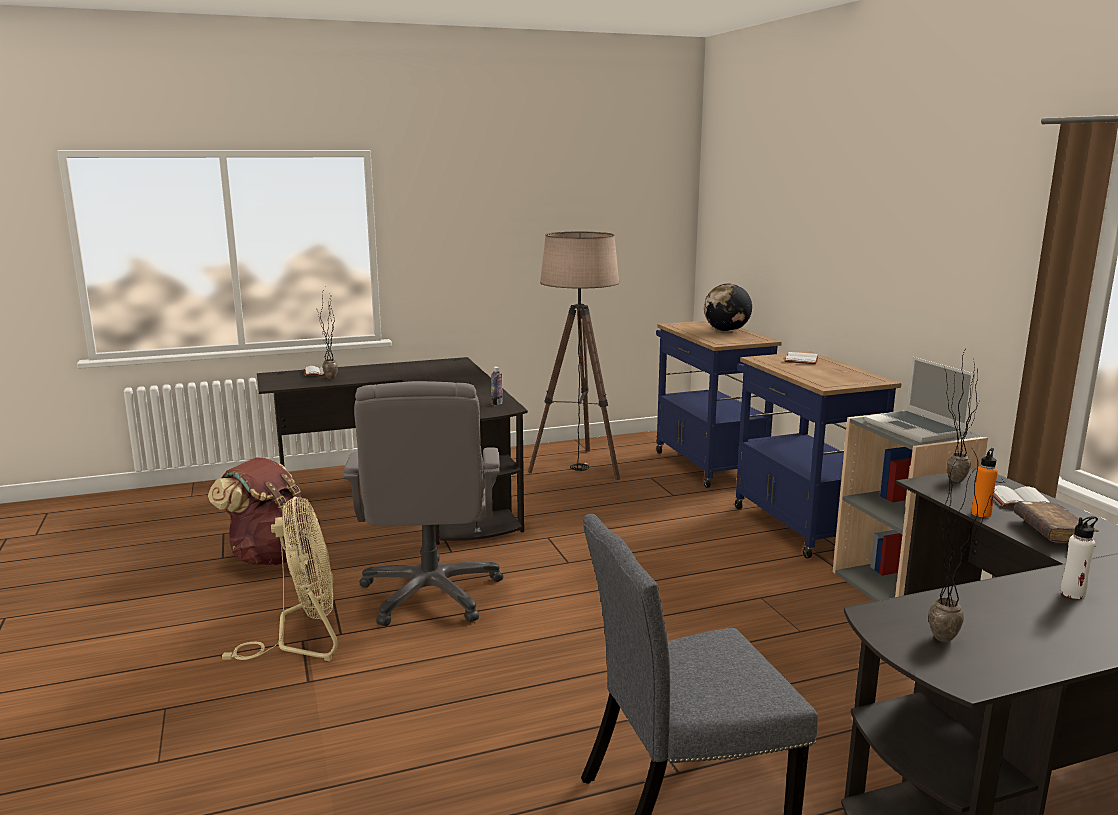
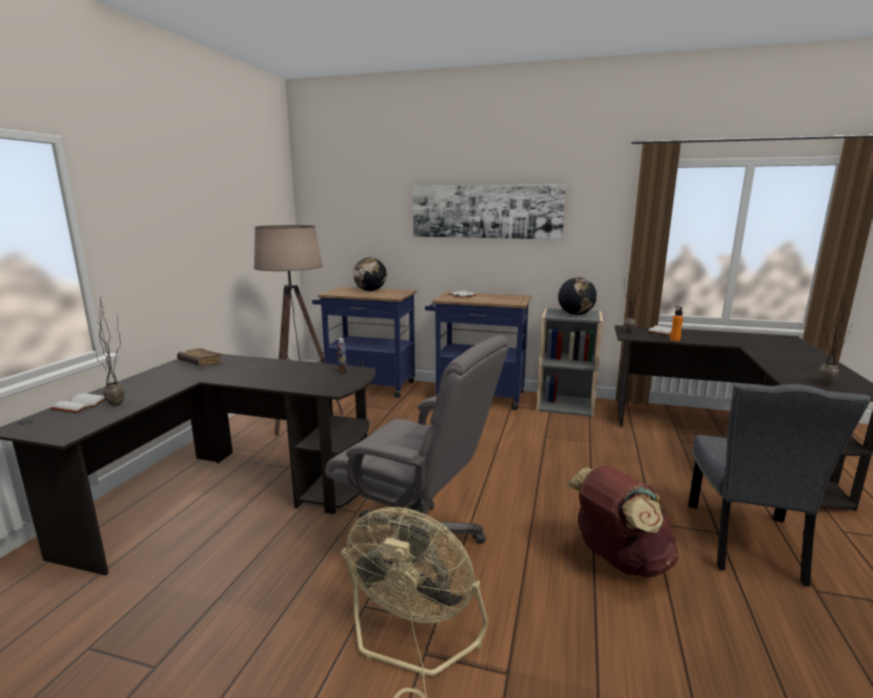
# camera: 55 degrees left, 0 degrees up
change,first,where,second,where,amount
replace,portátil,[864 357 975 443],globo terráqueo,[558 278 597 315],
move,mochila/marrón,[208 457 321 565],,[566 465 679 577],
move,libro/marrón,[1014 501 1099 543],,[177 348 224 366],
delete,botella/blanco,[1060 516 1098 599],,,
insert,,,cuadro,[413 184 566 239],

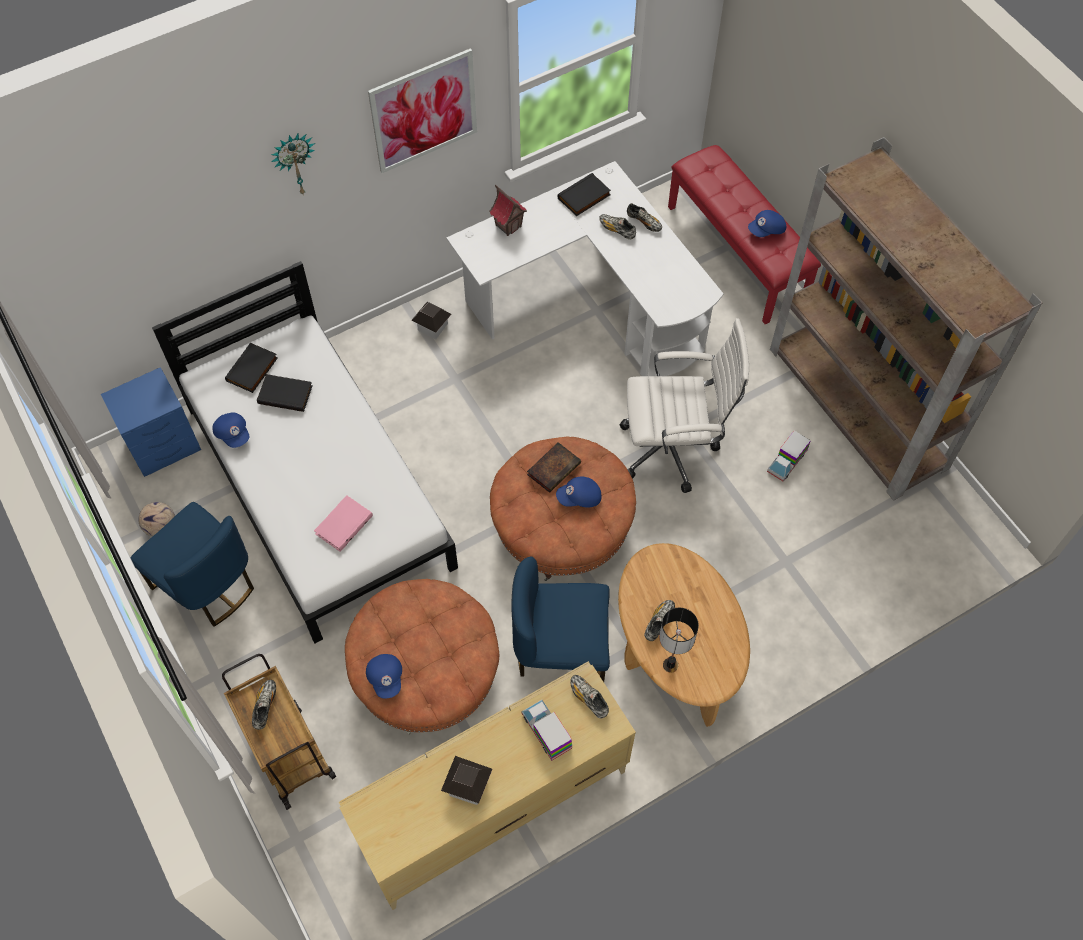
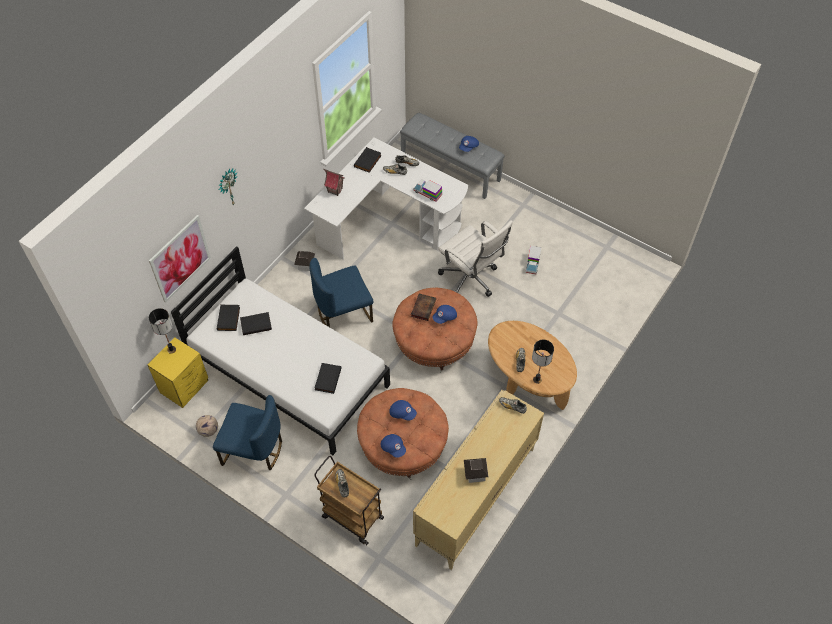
# camera: 25 degrees left, 5 degrees down
change,first,where,second,where,amount
move,cuadro,[368 48 477 173],,[149 215 211 303],
delete,estantería/marrón,[770 137 1042 501],,,
recolor,banco/rojo,[668 145 821 324],banco/gris,[400 113 505 199],
rotate,silla de oficina/blanco,[620 318 749 493],,[438 220 513 297],75 degrees clockwise
recolor,mesita de noche/azul,[101 367 201 477],mesita de noche/amarillo,[148 337 208 408],
move,gorra/azul,[212 412 250 448],,[389 400 417 421],
recolor,libro/rosa,[314 495 373 552],libro/negro,[314 363 342 394],
move,silla/azul,[511 557 610 682],,[309 258 373 327],
move,camión de juguete,[522 700 572 761],,[413 179 442 202],
insert,,,lámpara de mesa,[149 308 176 354],

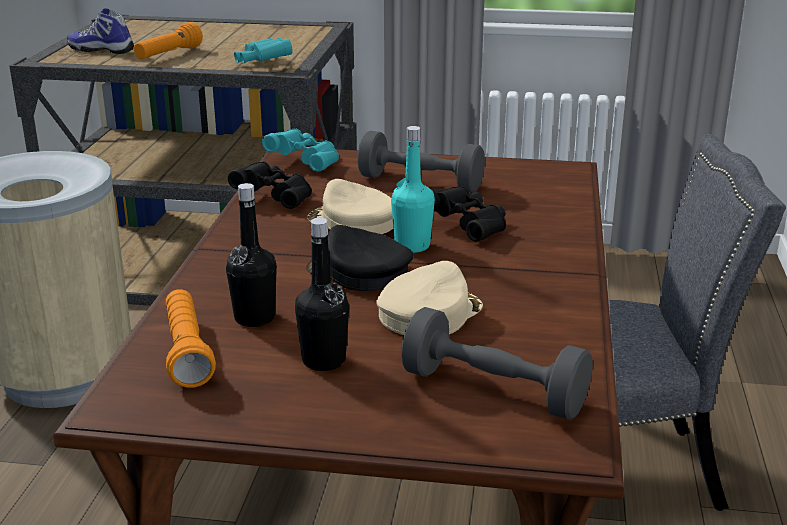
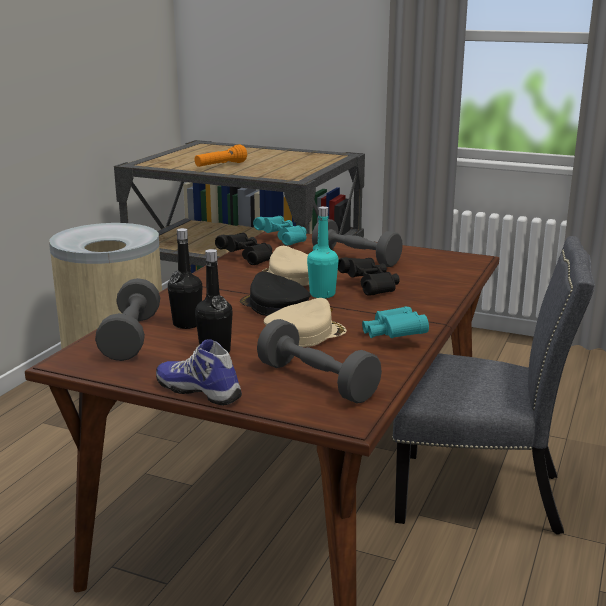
# camera: 15 degrees right, 5 degrees down
change,first,where,second,where,amount
move,zapato,[67 8 134 54],,[156 339 242 405],
move,prismáticos/turquesa,[234 38 293 64],,[362 306 429 338],
replace,linterna/naranja,[166 289 216 388],mancuerna/gris,[95 278 160 361],

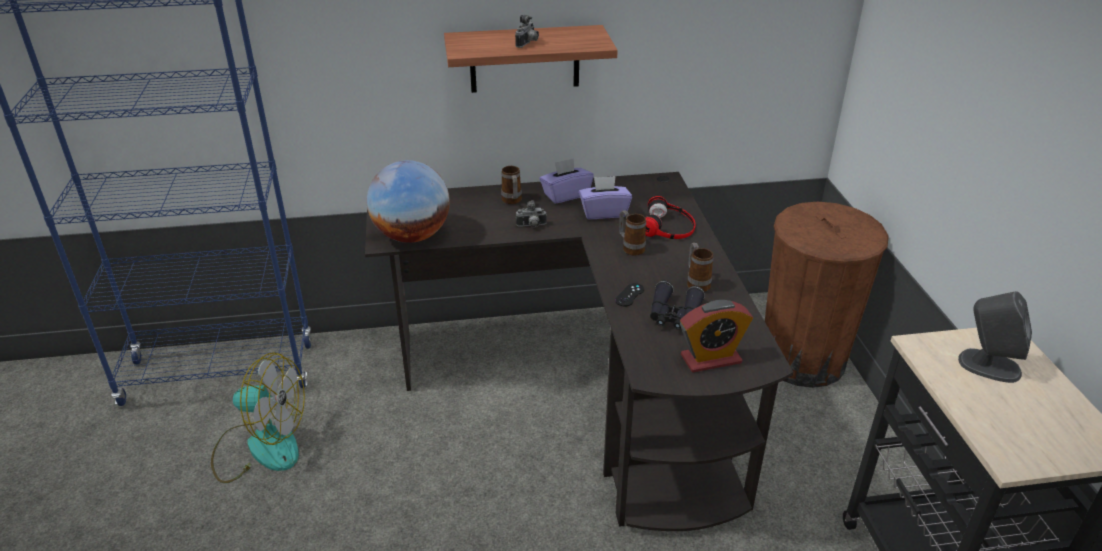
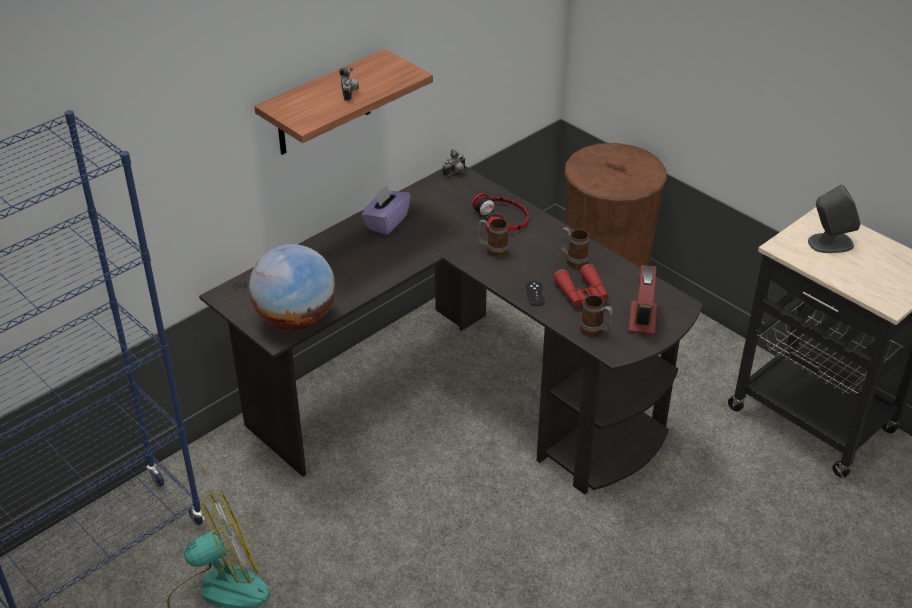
# camera: 35 degrees left, 5 degrees up
change,first,where,second,where,amount
move,taza grande,[501 166 522 204],,[580 295 613 337],
delete,caja de pañuelos/morado,[579 176 632 219],,,
move,cámara,[516 200 547 227],,[443 149 466 177],
recolor,prismáticos/negro,[650 280 705 329],prismáticos/rojo,[553 264 609 307],
rotate,despertador,[680 300 753 372],,[628 265 657 335],150 degrees clockwise

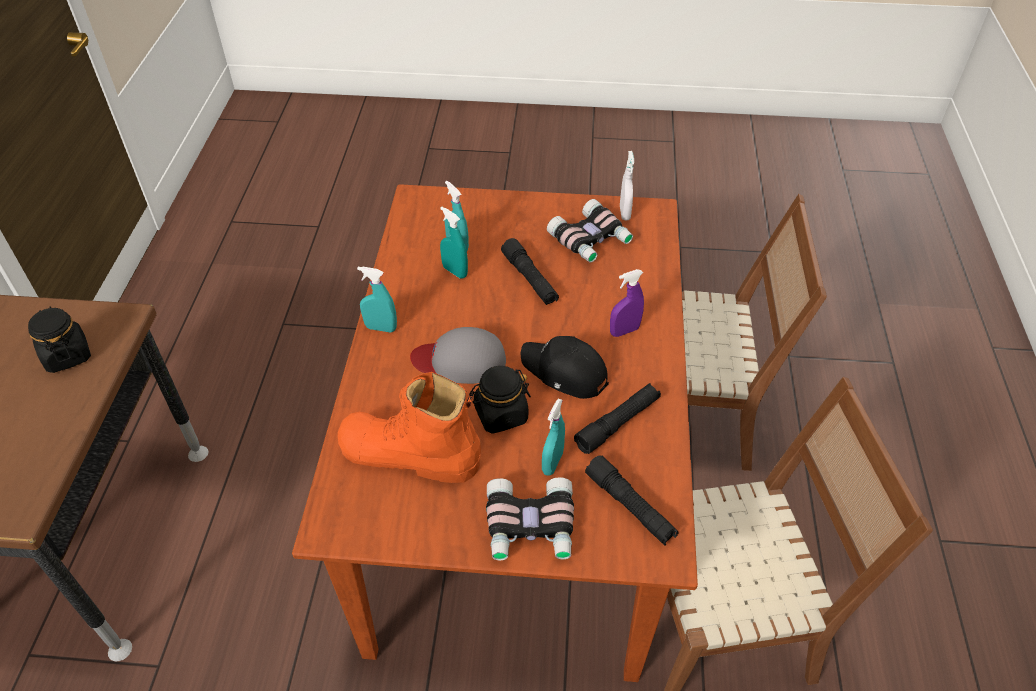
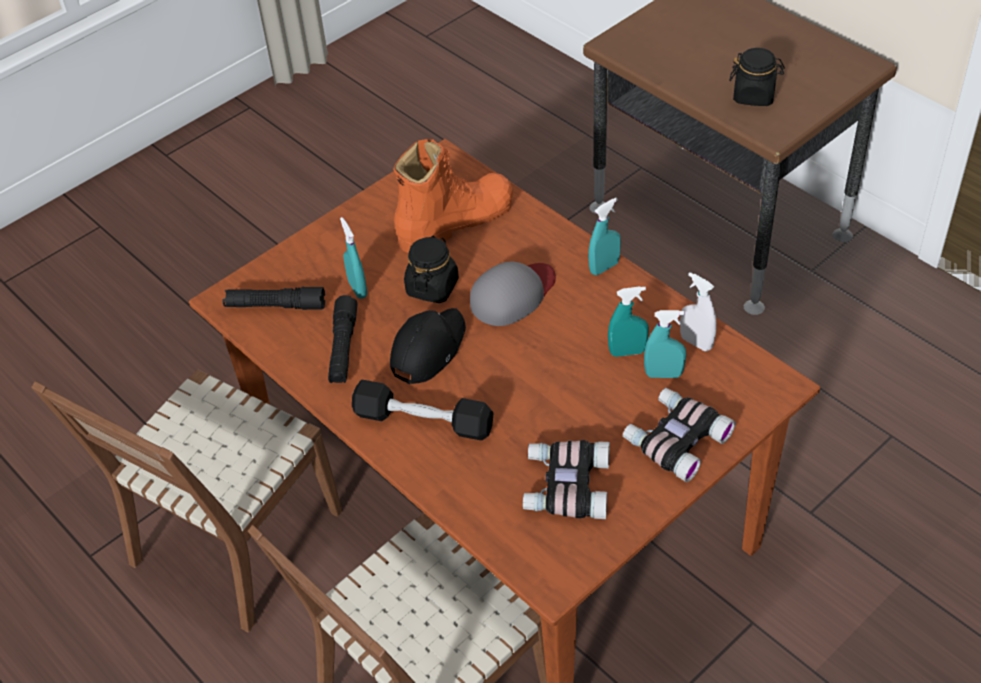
# camera: 135 degrees right, 0 degrees up
change,first,where,second,where,amount
move,pulverizador/blanco,[620 151 634 220],,[680 272 717 351],
delete,linterna/negro,[501 238 559 305],,,
replace,pulverizador/morado,[610 269 644 337],mancuerna/negro,[352 380 494 440],
rotate,gorra/negro,[521 336 609 399],,[390 308 466 384],45 degrees counterclockwise
move,prismáticos,[486 477 574 561],,[623 388 736 482],

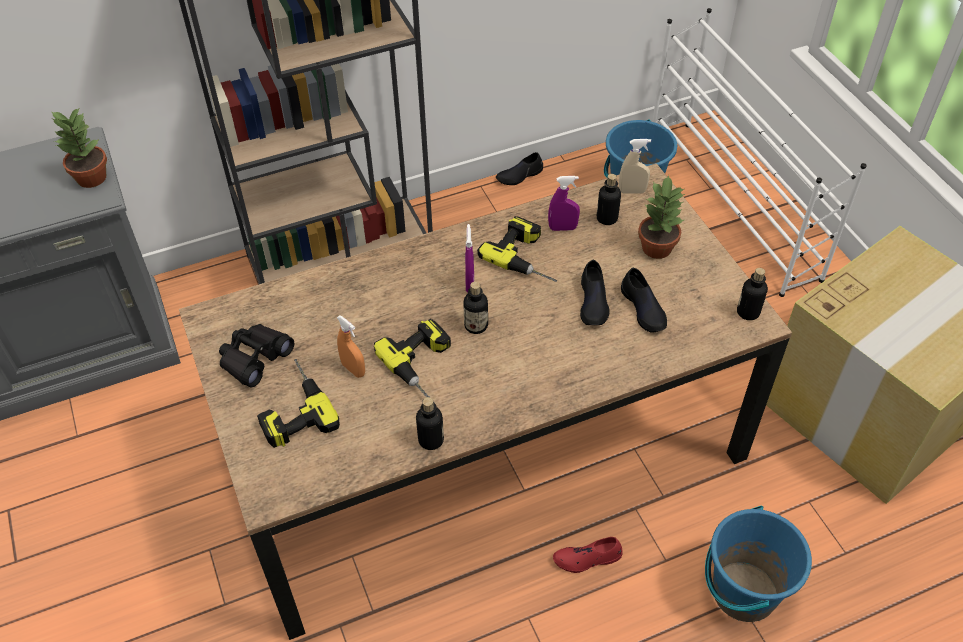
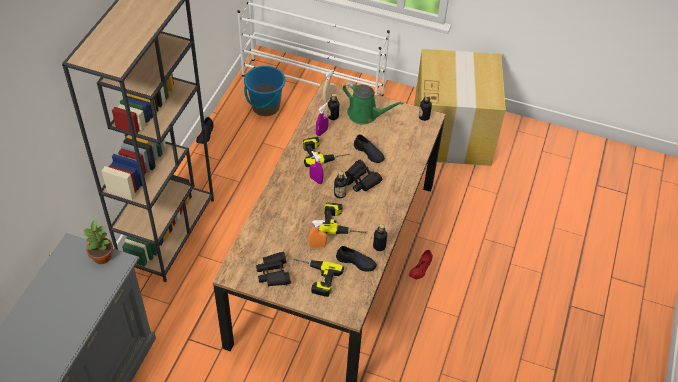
# camera: 50 degrees left, 0 degrees up
change,first,where,second,where,amount
replace,planta en maceta,[638 175 685 259],regadera/verde,[343 82 404 125],
move,zapato/negro,[621 268 667 333],,[336 246 377 271],
delete,cubo/azul,[705 506 812 622],,,
insert,,,prismáticos/negro,[345 160 382 192],

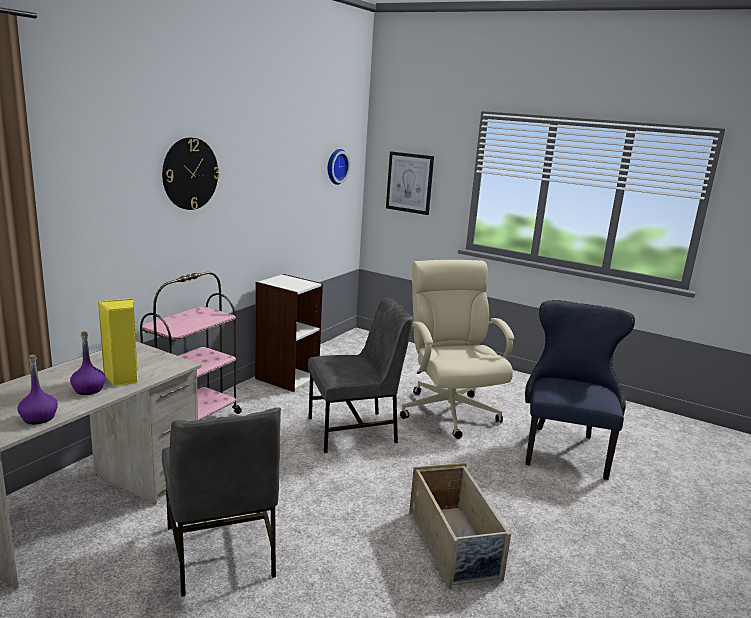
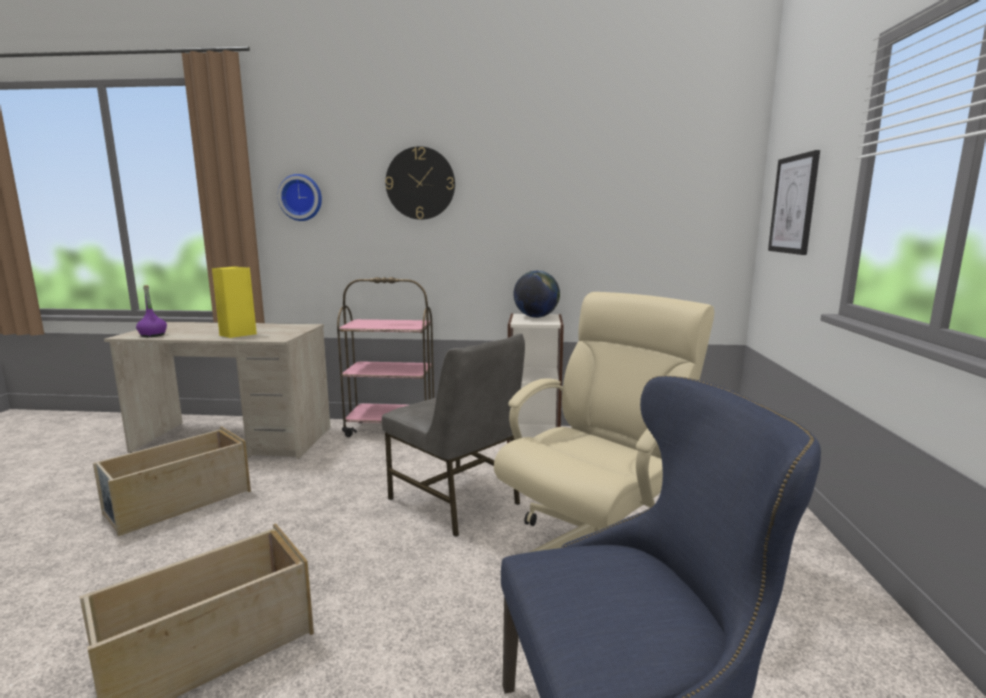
# camera: 65 degrees right, 5 degrees down
change,first,where,second,where,amount
move,reloj de pared,[328 149 350 185],,[278 174 322 221],
delete,botella/morado,[70 331 106 395],,,
replace,silla/gris,[162 407 281 597],caja de almacenaje/beis,[93 426 251 536],
insert,,,globo terráqueo,[513 271 560 318],

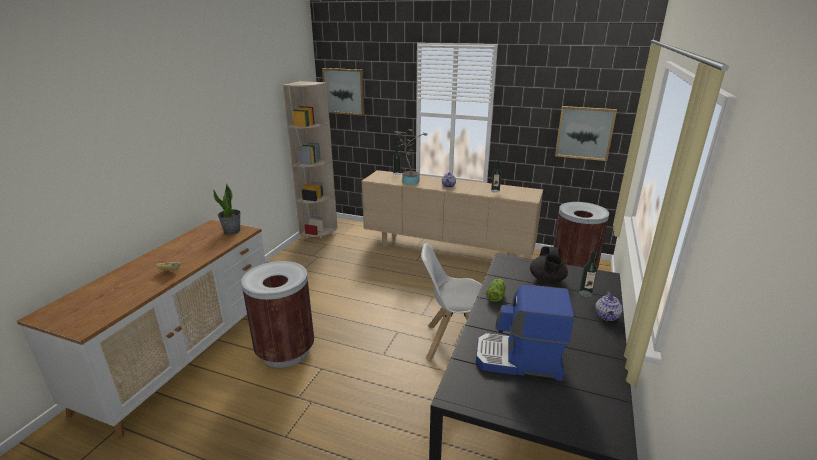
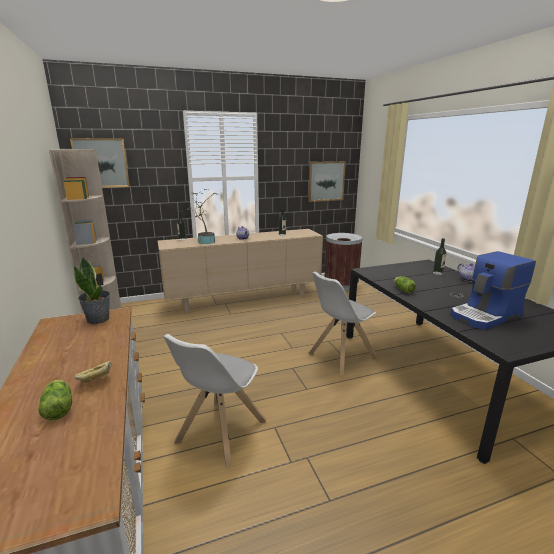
# camera: 40 degrees left, 5 degrees down
change,first,where,second,where,amount
delete,tetera/negro,[530 246 568 284],,,
replace,papelera/marrón,[241 261 314 368],silla,[163 334 266 469],
insert,,,lechuga,[38 380 72 420],

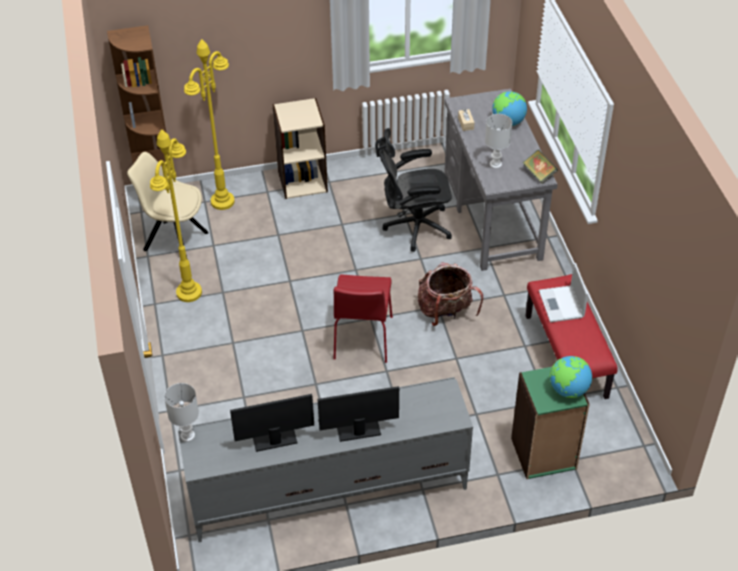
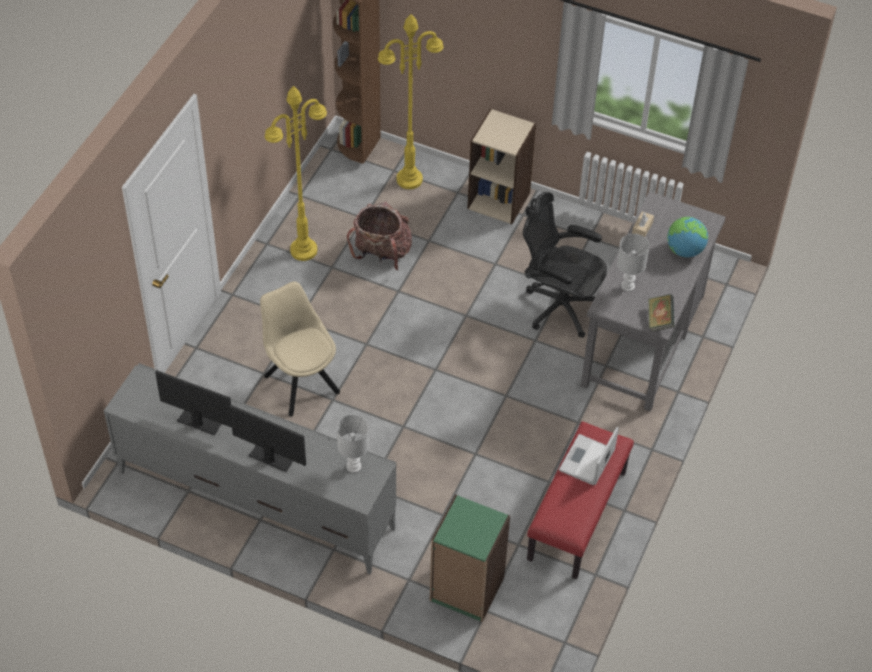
# camera: 35 degrees right, 5 degrees up
change,first,where,second,where,amount
move,silla/beis,[127 152 208 257],,[260 282 340 417],
move,mochila,[418 262 483 326],,[347 202 412 270],
delete,silla/rojo,[333 274 393 363],,,
delete,globo terráqueo,[550 356 592 398],,,
move,lámpara de mesa/blanco,[164 383 199 442],,[337 415 369 473],

